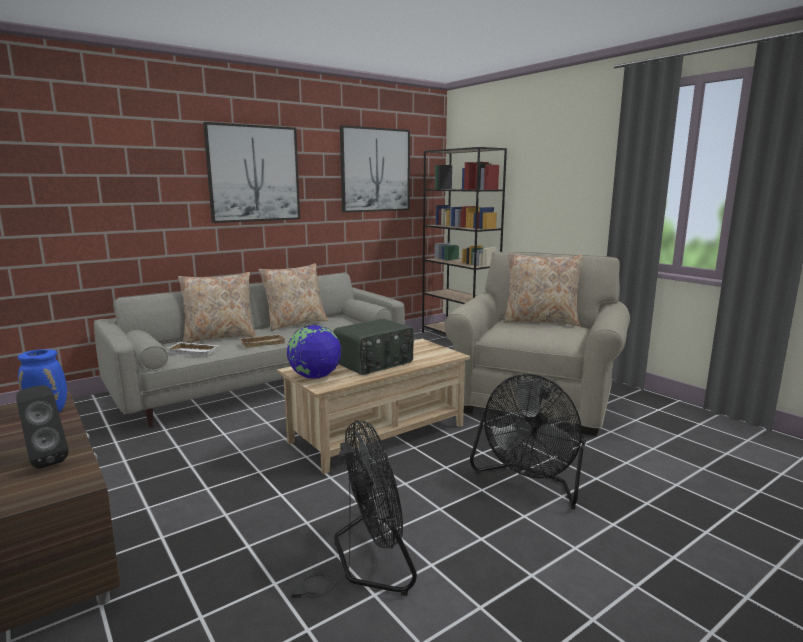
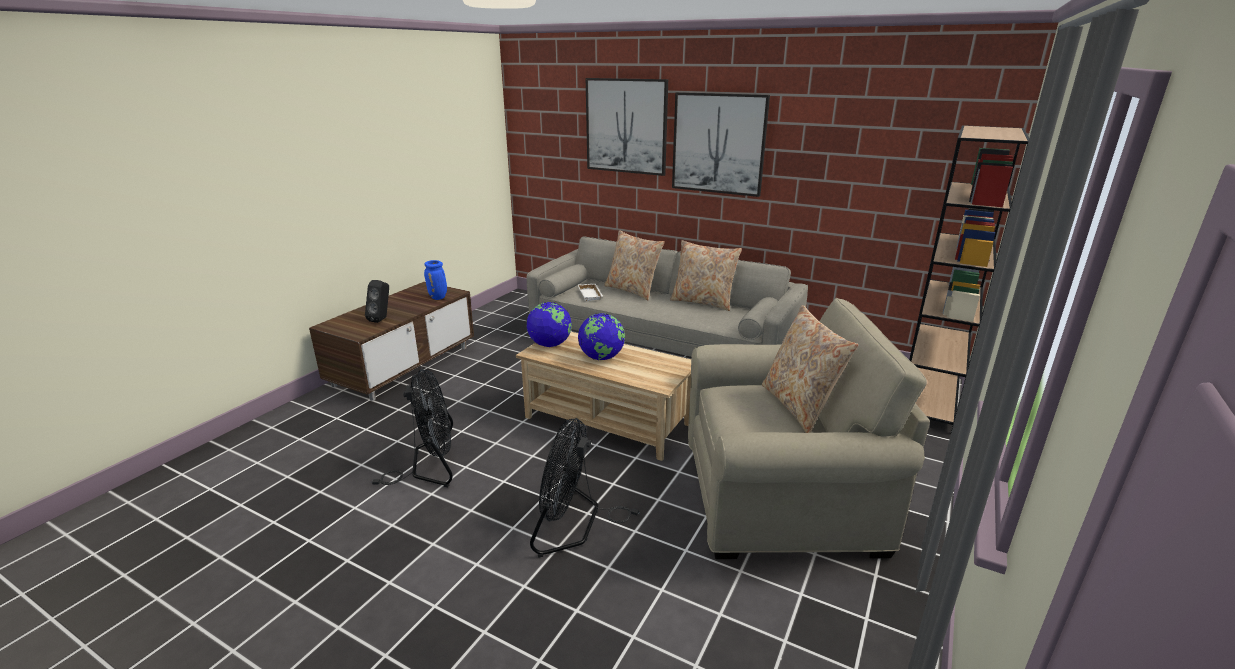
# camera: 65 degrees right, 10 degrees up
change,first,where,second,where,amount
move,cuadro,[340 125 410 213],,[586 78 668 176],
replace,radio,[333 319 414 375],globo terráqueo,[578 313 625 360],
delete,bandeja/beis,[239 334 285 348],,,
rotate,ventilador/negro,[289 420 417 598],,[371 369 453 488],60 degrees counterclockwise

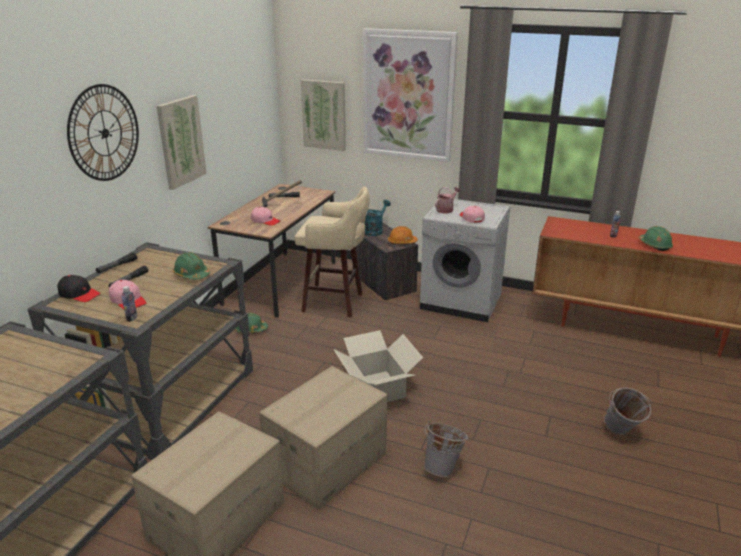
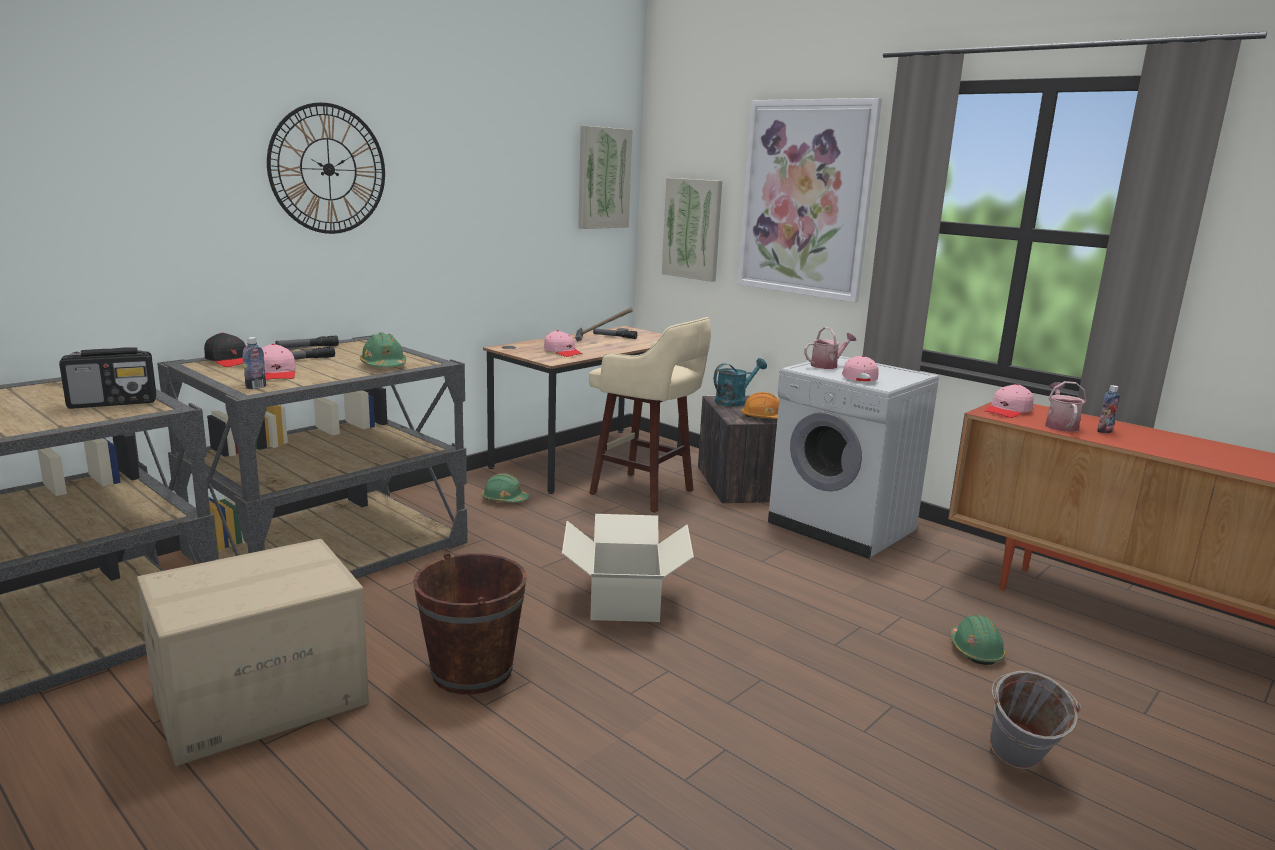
# camera: 20 degrees right, 10 degrees down
change,first,where,second,where,amount
move,cuadro,[156 95 207 190],,[578 126 633 229],
move,casco/verde,[639 226 673 251],,[951 615 1006 665],
replace,caja de cartón,[259 366 388 510],cubo/marrón,[413 552 527 694],
delete,cubo/gris,[424 421 468 477],,,
insert,,,radio,[59 348 156 409],
insert,,,regadera,[1045 381 1087 432],
insert,,,gorra/rosa,[985 384 1034 418],

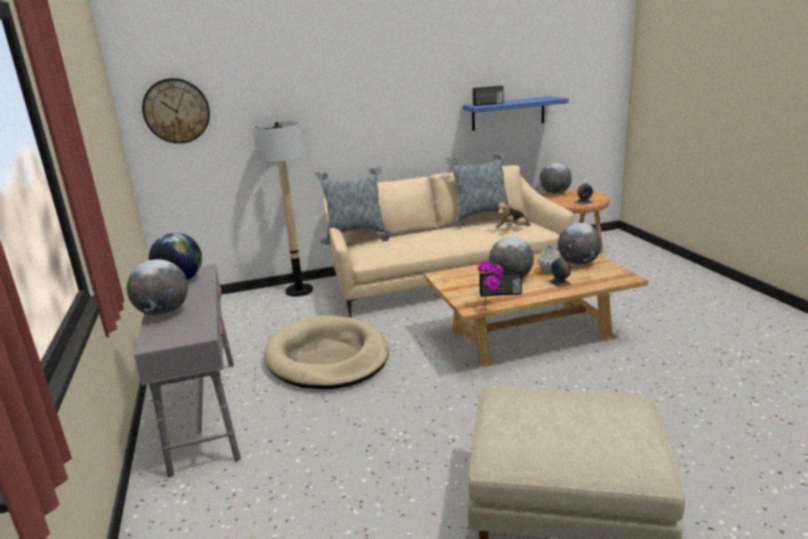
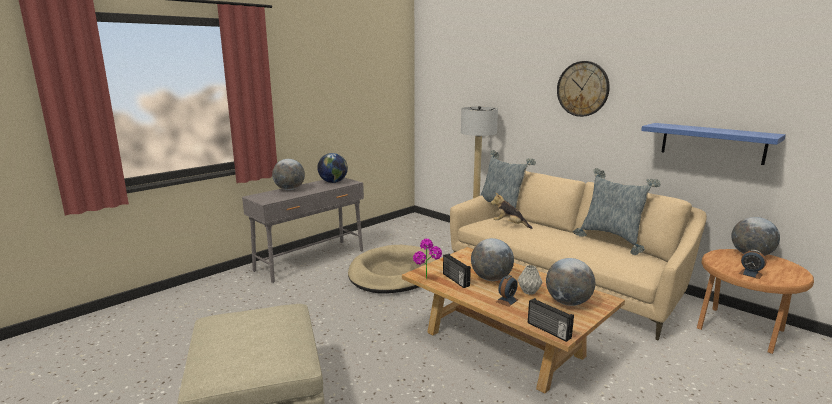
# camera: 60 degrees right, 5 degrees down
change,first,where,second,where,amount
move,reloj de pared,[142 78 210 144],,[557 61 610 117],
move,radio,[473 86 504 106],,[528 298 574 342],
move,peluche,[496 200 531 231],,[491 192 532 229],

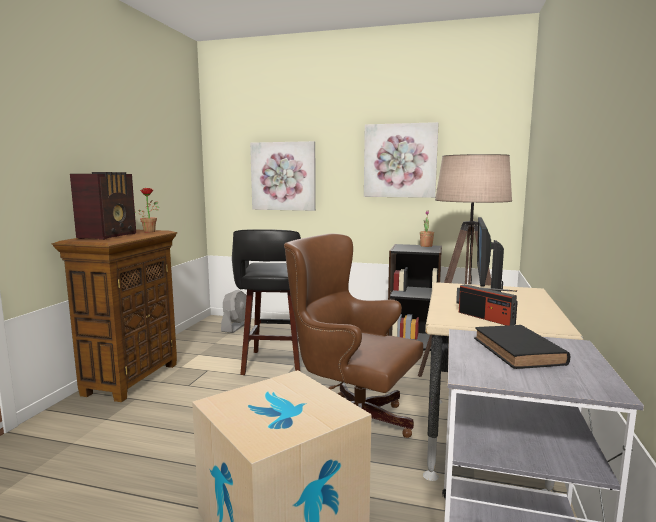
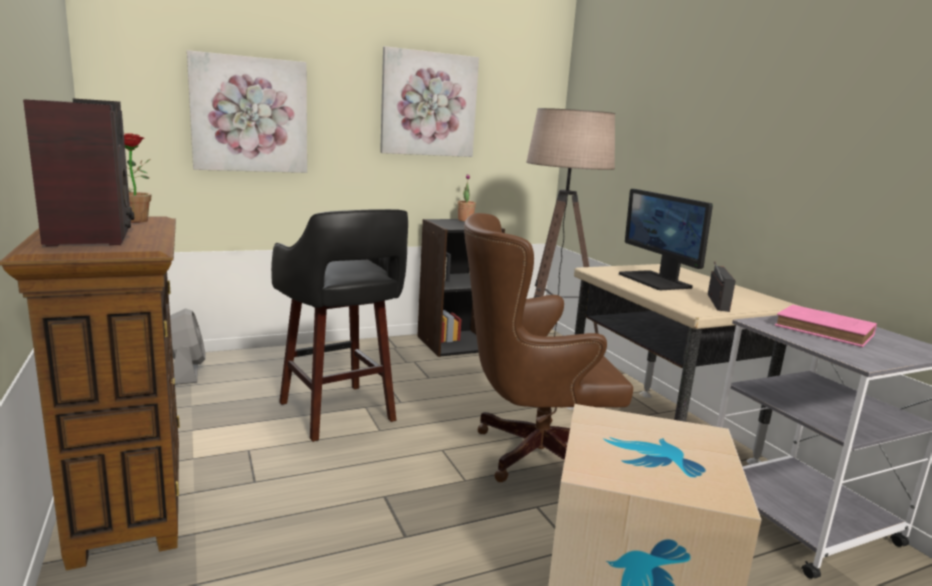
# camera: 40 degrees left, 5 degrees up
change,first,where,second,where,amount
rotate,radio,[459 284 518 326],,[708 261 736 312],90 degrees counterclockwise
recolor,libro/negro,[474 325 570 369],libro/rosa,[775 305 877 347],

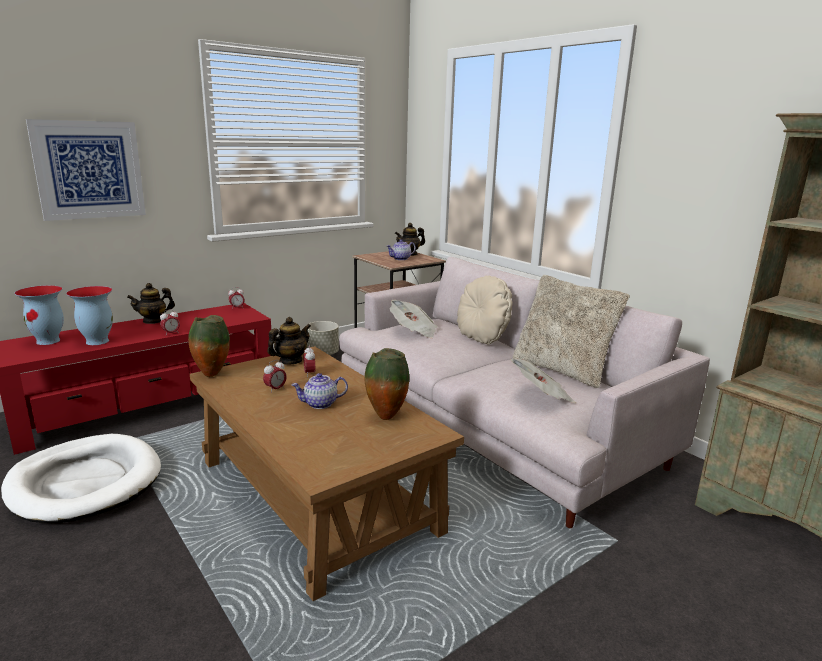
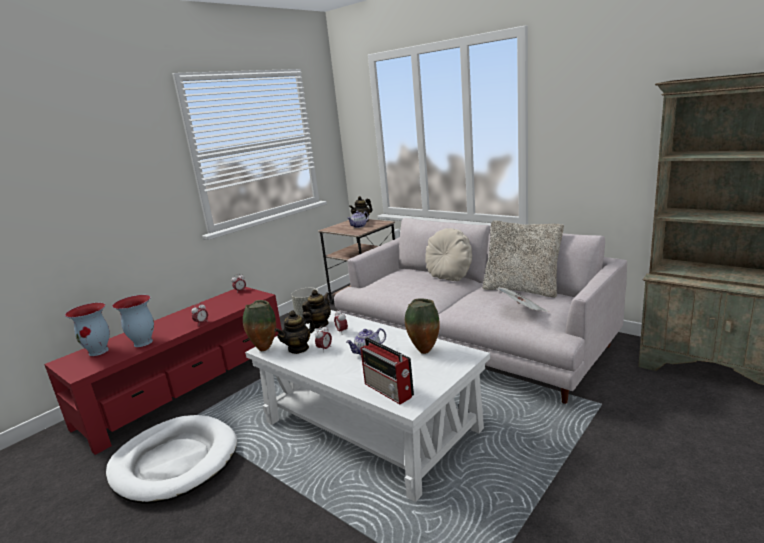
# camera: 10 degrees left, 0 degrees up
change,first,where,second,where,amount
delete,cuadro,[26 119 146 221],,,
move,tetera,[127 283 175 324],,[274 311 315 354],
delete,periódico,[390 300 438 338],,,
recolor,mesa de centro/marrón,[190 346 464 601],mesa de centro/blanco,[245 310 490 502],
insert,,,radio,[360 338 414 404],

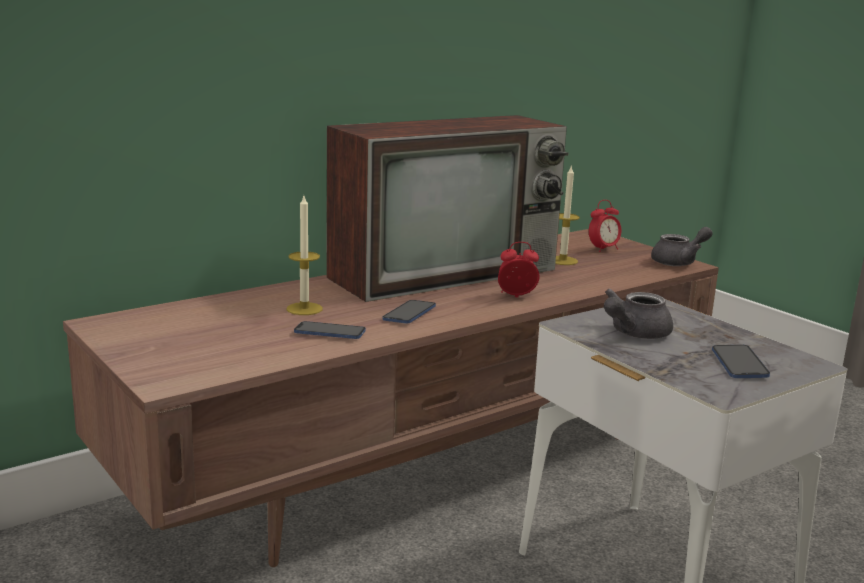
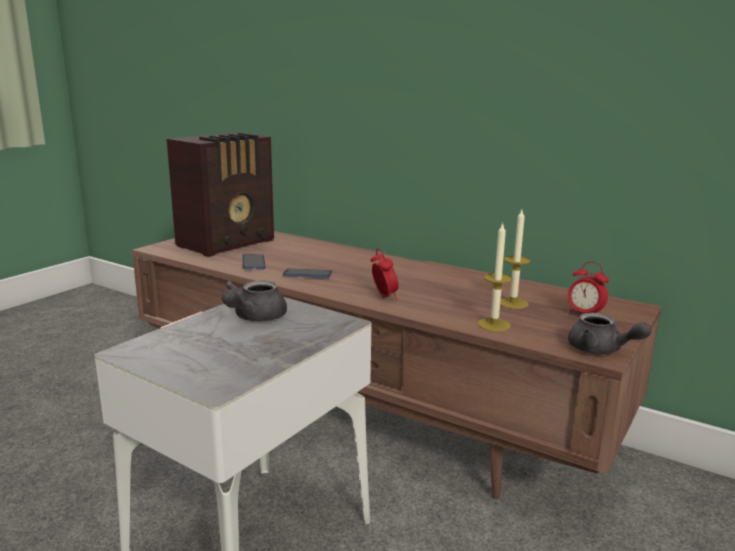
# camera: 70 degrees right, 0 degrees up
change,first,where,second,where,amount
delete,televisor,[326 115 569 302],,,
move,vela,[286 196 323 315],,[478 222 513 331],
rotate,tetera/gris,[604 289 673 339],,[222 281 287 322],90 degrees counterclockwise
delete,móvil,[712 345 770 378],,,
insert,,,radio,[167 132 274 257],

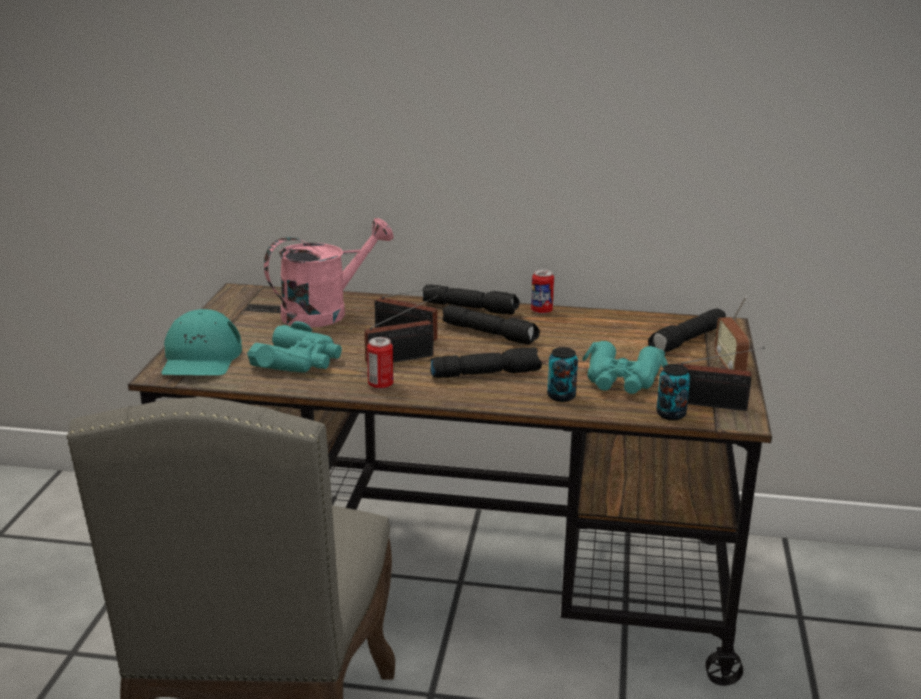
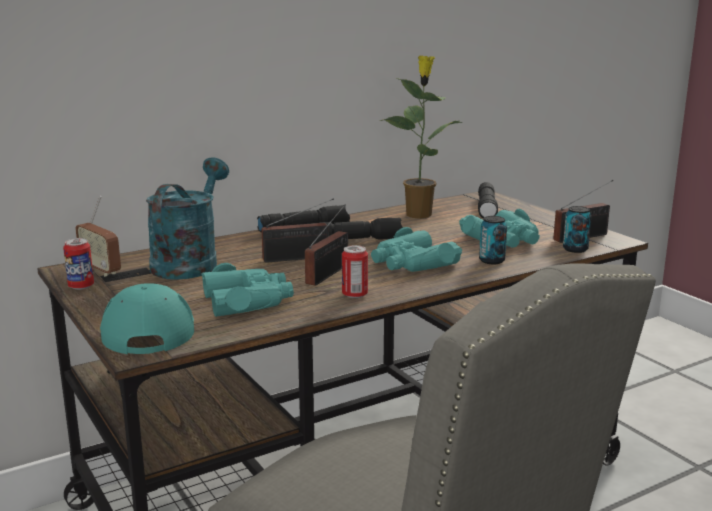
# camera: 40 degrees left, 5 degrees down
change,first,where,second,where,amount
recolor,regadera/rosa,[264 218 394 328],regadera/turquesa,[146 157 229 280],
move,lata,[531 269 554 314],,[63 238 94 290],
move,radio,[715 296 749 371],,[76 196 121 277],
rotate,gorra/turquesa,[161 309 242 375],,[100 283 194 354],150 degrees counterclockwise
replace,linterna/negro,[430 347 542 378],prismáticos/turquesa,[371 227 462 272],
insert,,,planta en maceta,[379 55 462 219],

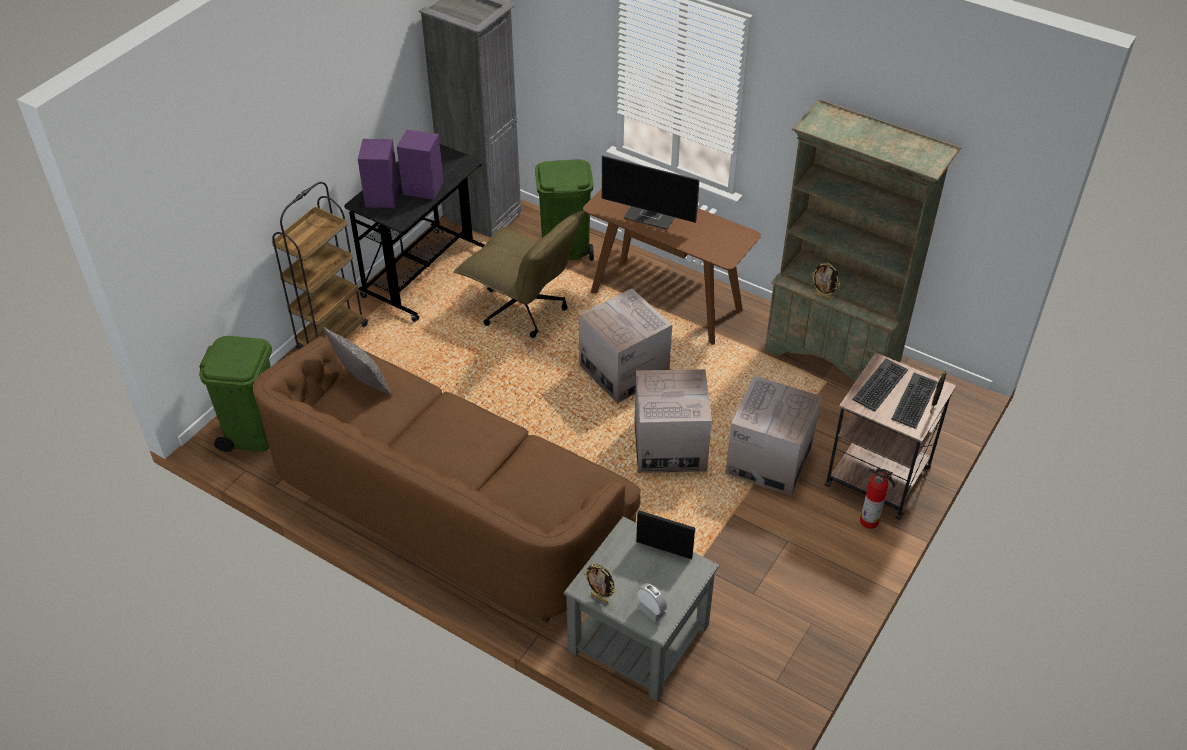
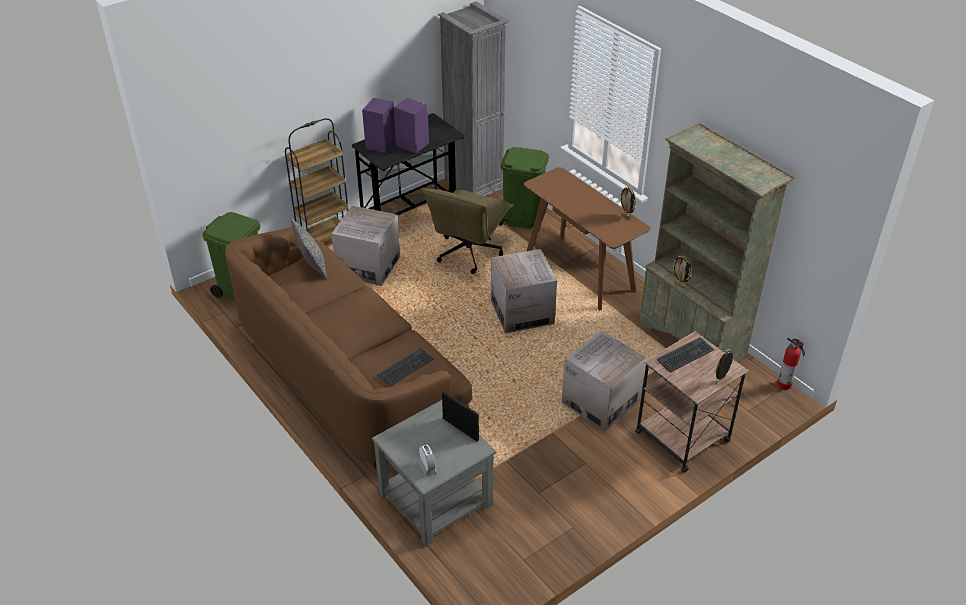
# camera: 20 degrees right, 5 degrees down
change,first,where,second,where,amount
delete,monitor,[602 155 699 230],,,
rotate,silla de oficina/beis,[453 210 585 338],,[420 188 514 274],60 degrees clockwise
move,caja de cartón,[634 369 712 473],,[331 206 400 286],
move,teclado,[891 373 938 429],,[377 348 434 386],
move,extintor,[860 468 895 529],,[777 338 805 390],
move,portarretratos,[584 564 615 604],,[619 187 636 219],

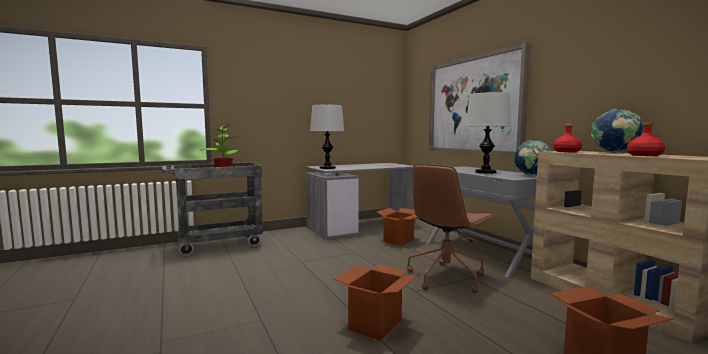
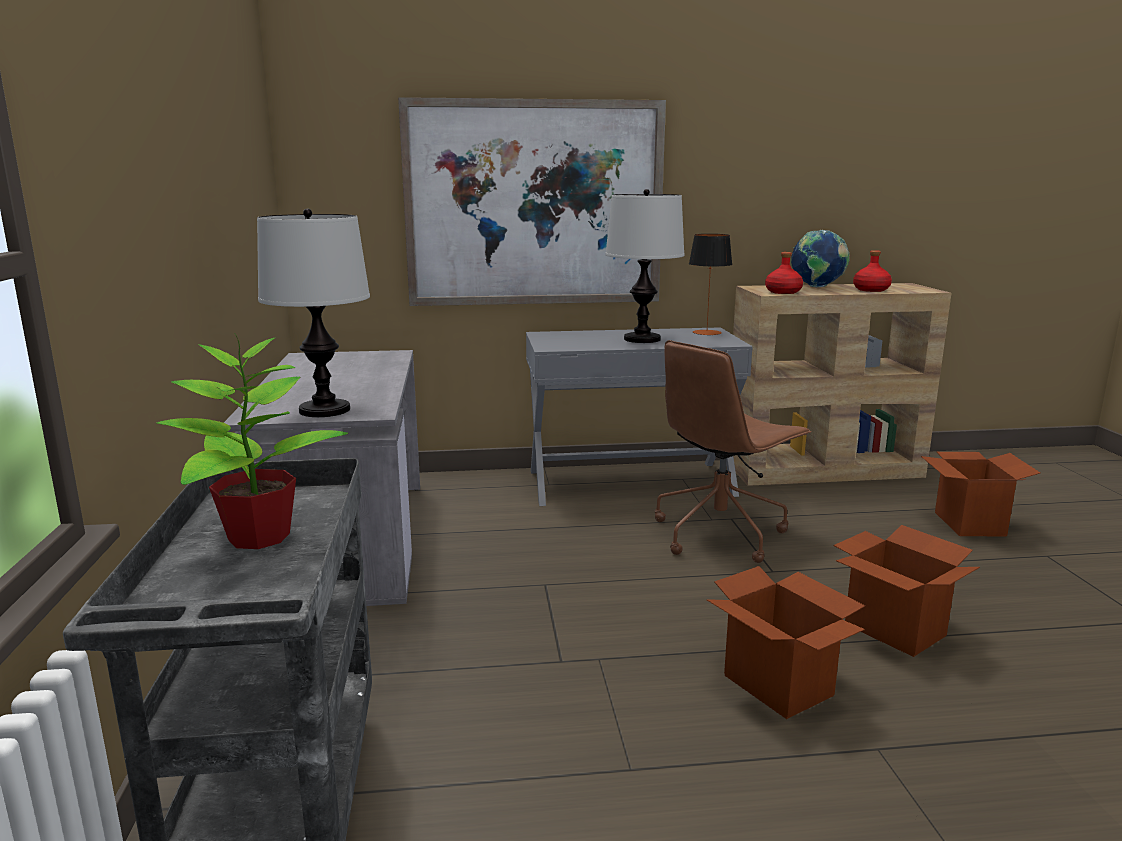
# camera: 70 degrees left, 10 degrees up
change,first,where,second,where,amount
replace,globo terráqueo,[514 140 551 176],lámpara de mesa,[689 234 732 335],
rotate,silla de oficina/marrón,[407 164 494 293],,[655 340 812 563],75 degrees clockwise
move,caja de cartón,[377 208 417 246],,[707 566 865 719],

